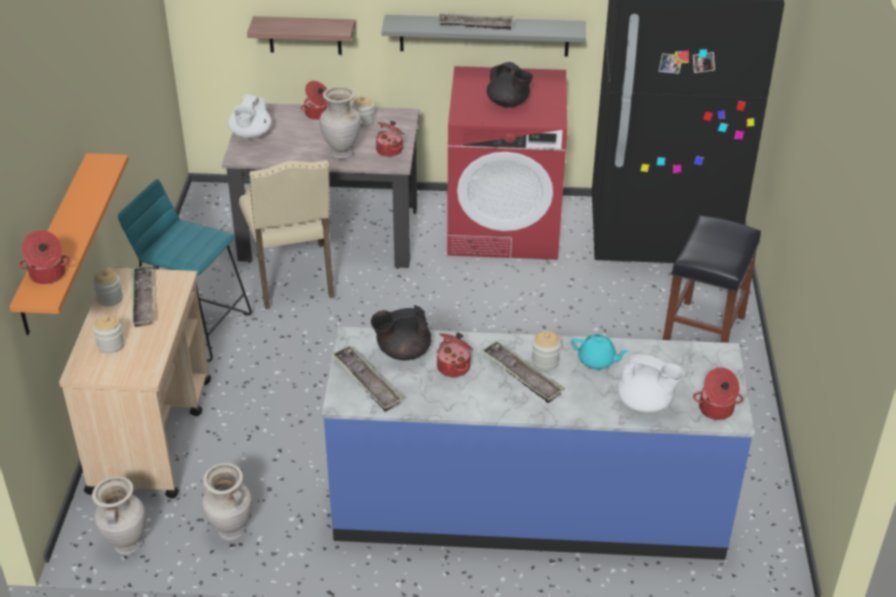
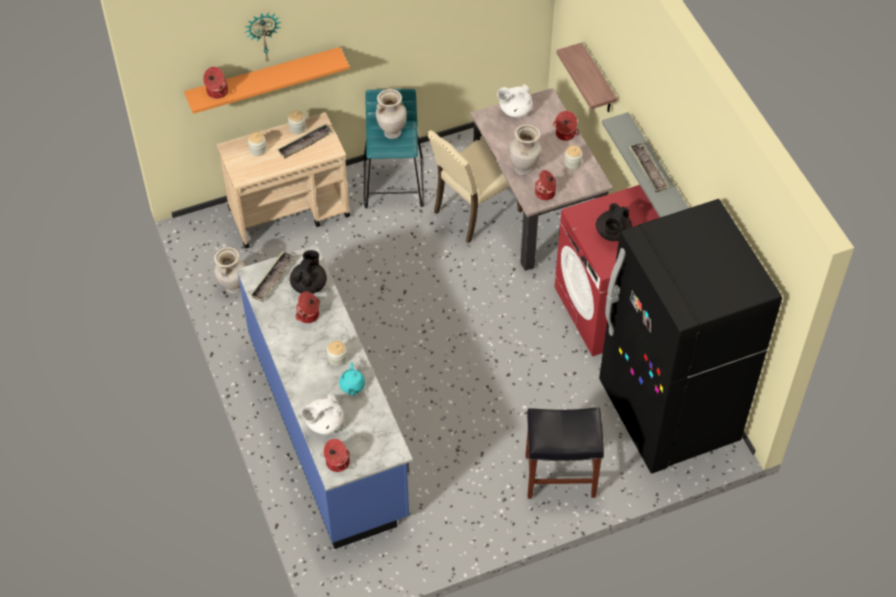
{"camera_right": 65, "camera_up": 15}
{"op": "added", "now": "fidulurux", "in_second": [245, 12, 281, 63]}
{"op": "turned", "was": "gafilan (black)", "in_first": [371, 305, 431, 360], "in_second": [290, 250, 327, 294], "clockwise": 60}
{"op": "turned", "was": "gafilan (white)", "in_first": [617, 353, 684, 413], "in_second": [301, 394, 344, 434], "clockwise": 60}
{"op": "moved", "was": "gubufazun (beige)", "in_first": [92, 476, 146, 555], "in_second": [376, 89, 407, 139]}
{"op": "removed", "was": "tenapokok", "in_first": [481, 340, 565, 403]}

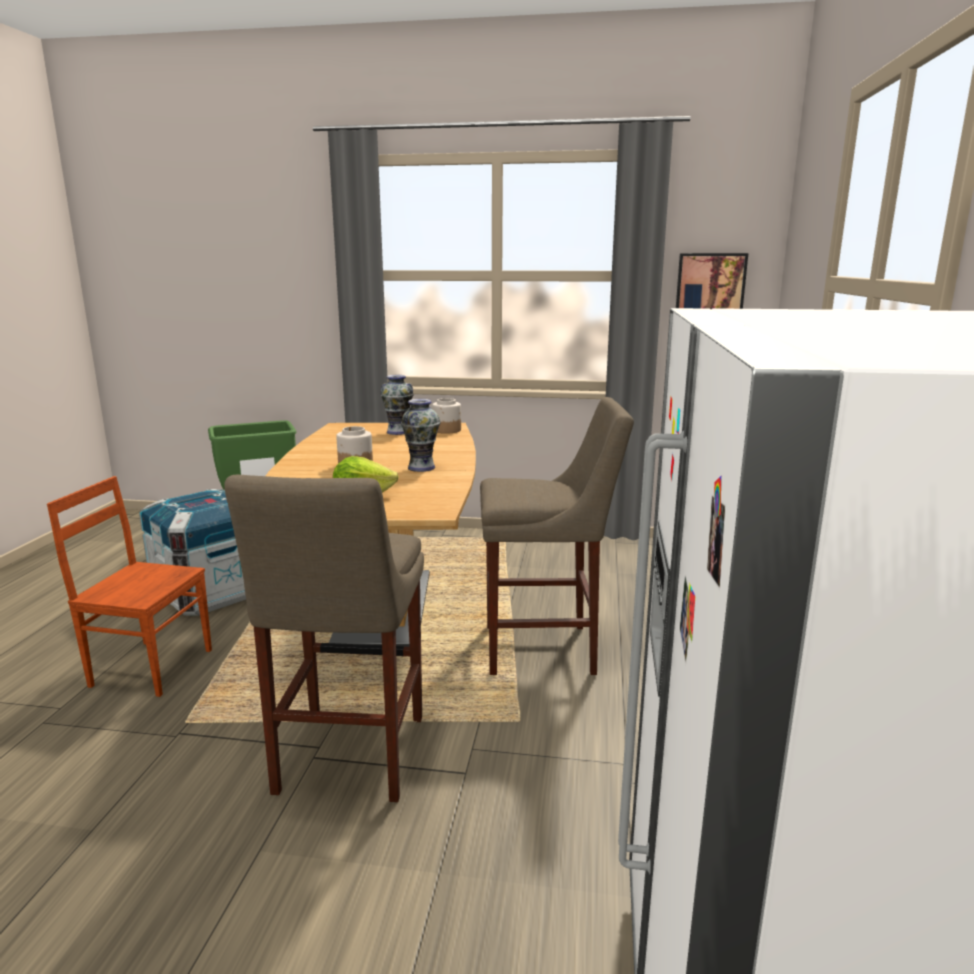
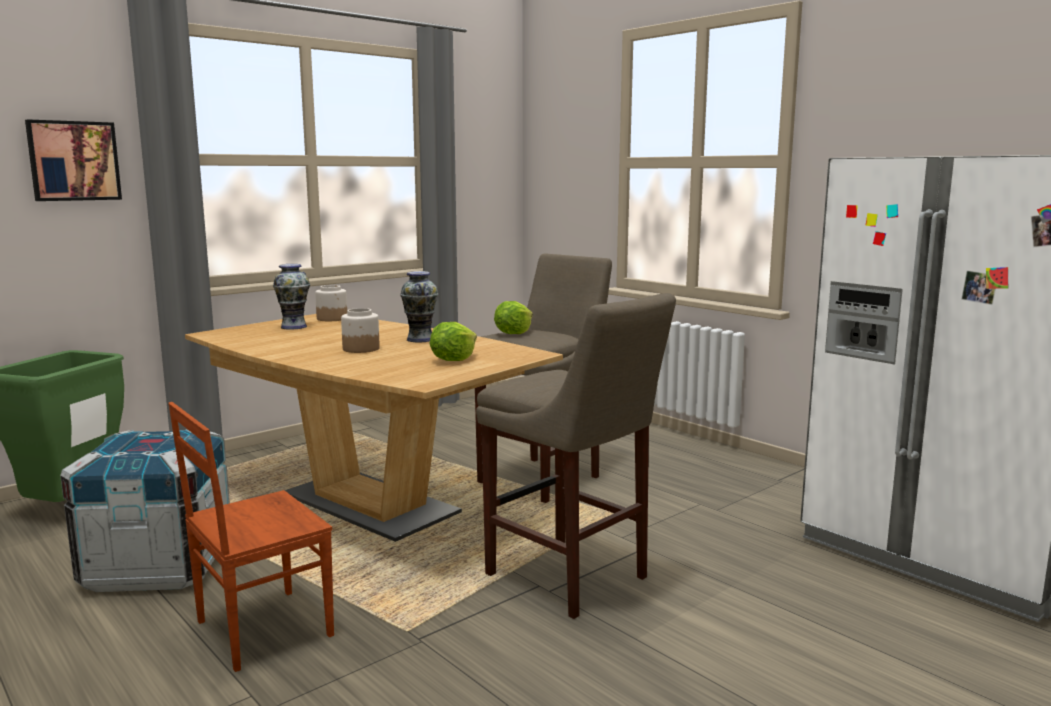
{"camera_right": -50, "camera_up": -5}
{"op": "moved", "was": "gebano", "in_first": [676, 253, 748, 309], "in_second": [25, 119, 122, 201]}
{"op": "added", "now": "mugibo", "in_second": [494, 301, 533, 334]}

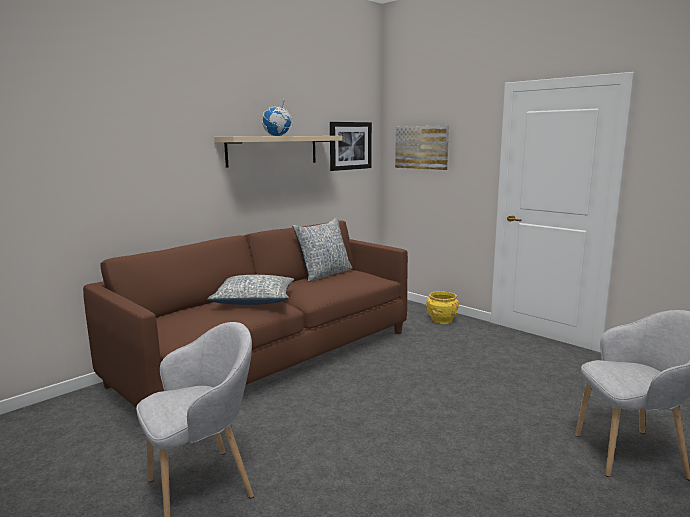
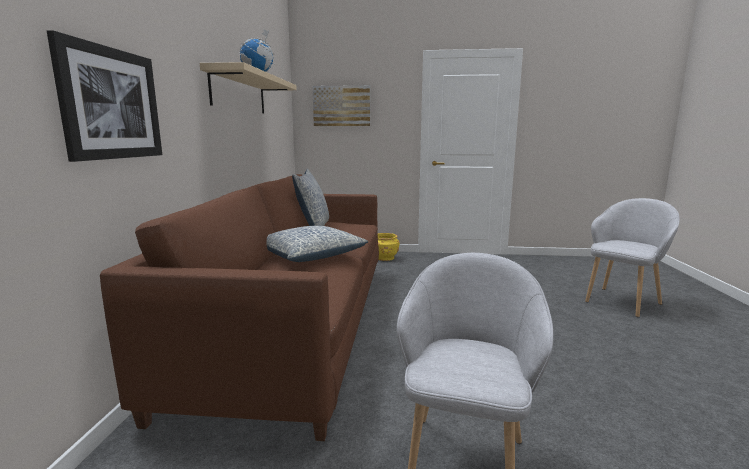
{"camera_right": -40, "camera_up": 0}
{"op": "moved", "was": "gebano", "in_first": [330, 122, 372, 171], "in_second": [47, 30, 162, 162]}

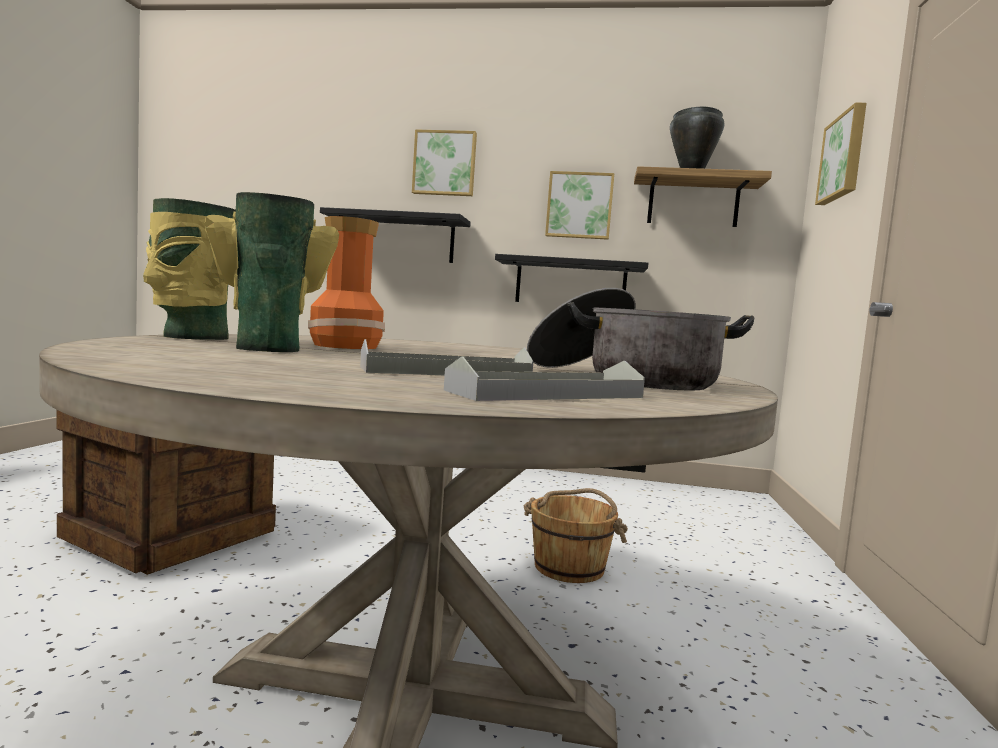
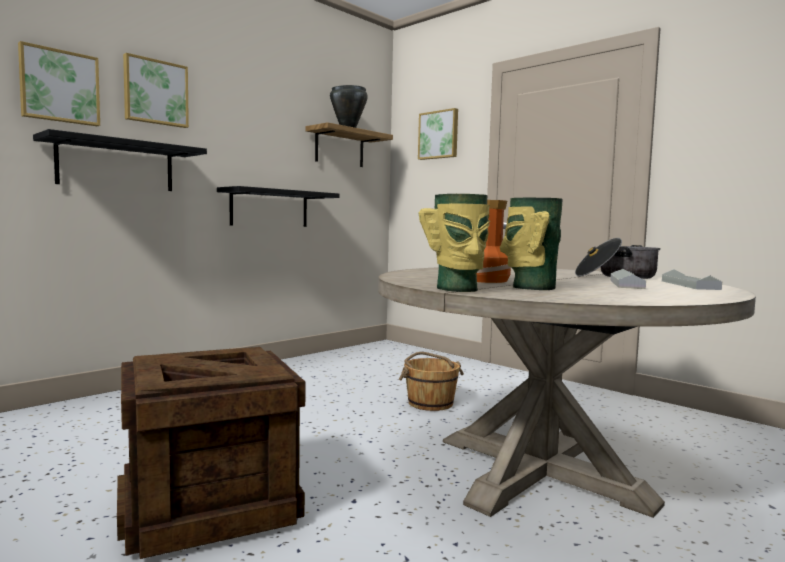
{"camera_right": -55, "camera_up": 0}
{"op": "moved", "was": "gebano", "in_first": [545, 171, 614, 240], "in_second": [18, 41, 100, 126]}

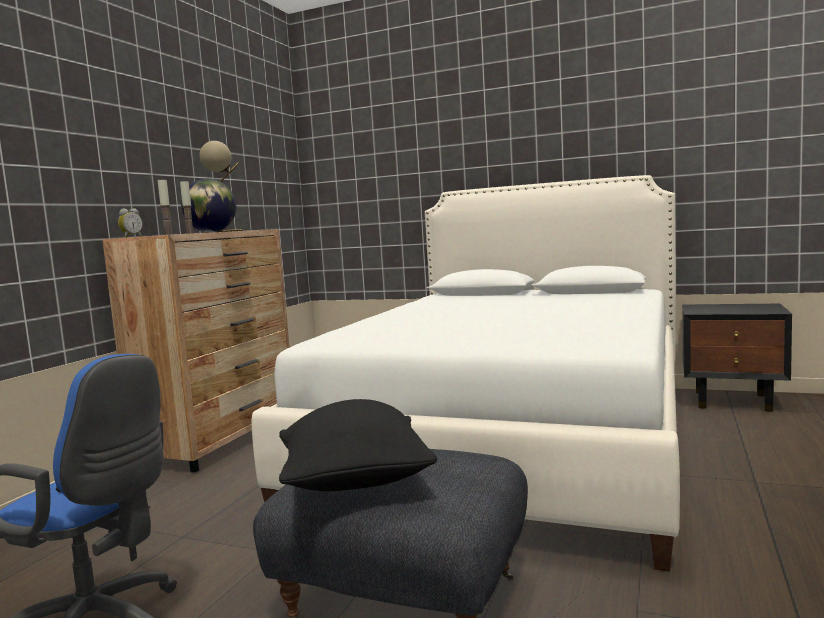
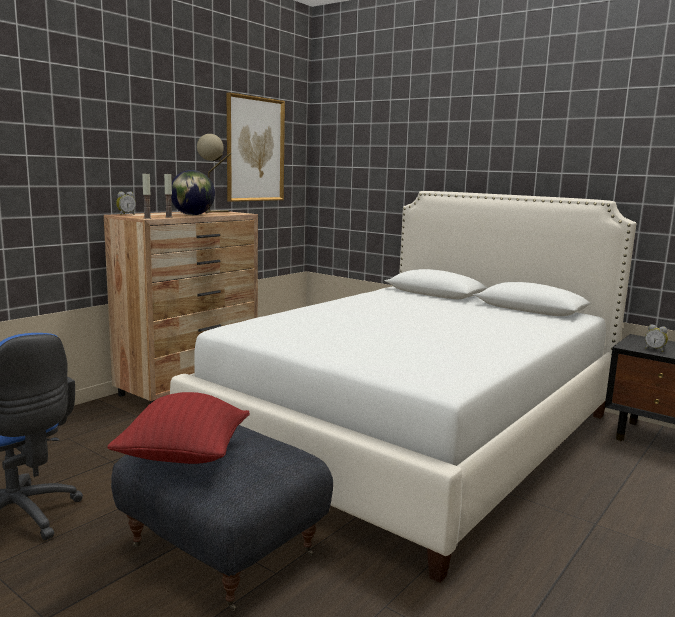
{"camera_right": 15, "camera_up": 5}
{"op": "recoloured", "was": "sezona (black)", "now": "sezona (red)", "in_first": [279, 399, 437, 491], "in_second": [107, 392, 250, 464]}
{"op": "added", "now": "gebano", "in_second": [227, 93, 285, 202]}
{"op": "added", "now": "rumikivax", "in_second": [645, 324, 668, 352]}

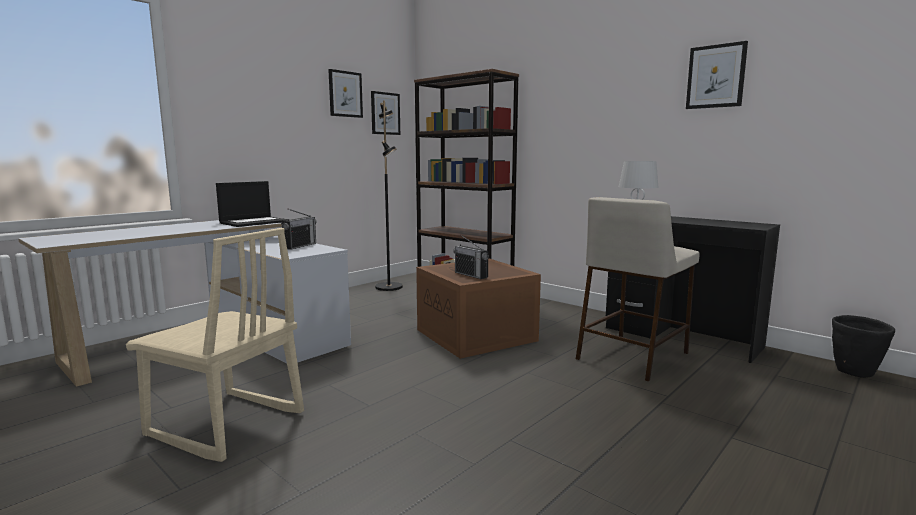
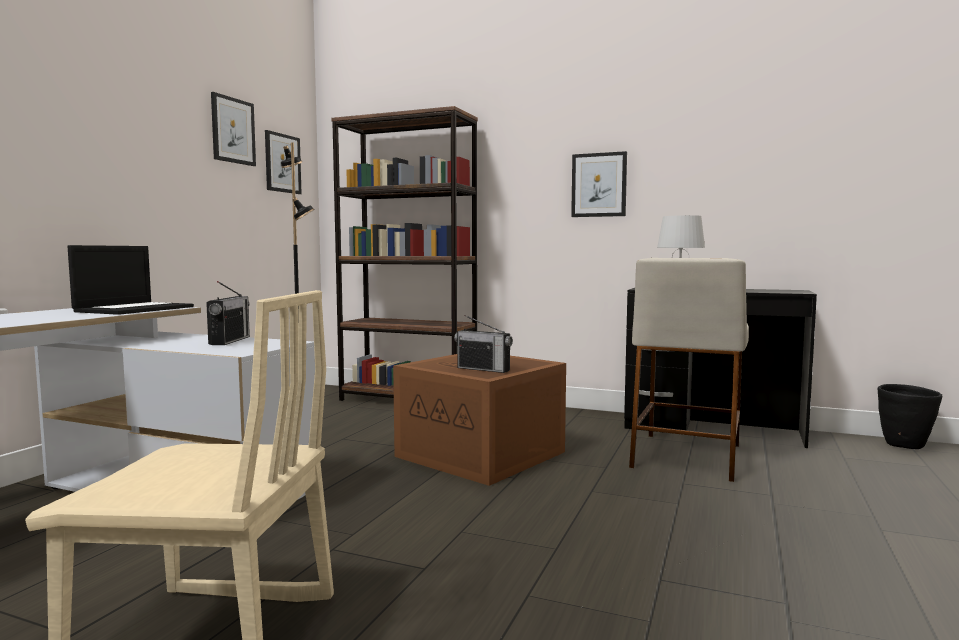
{"camera_right": -20, "camera_up": -5}
{"op": "moved", "was": "gebano", "in_first": [686, 41, 748, 109], "in_second": [571, 151, 627, 217]}

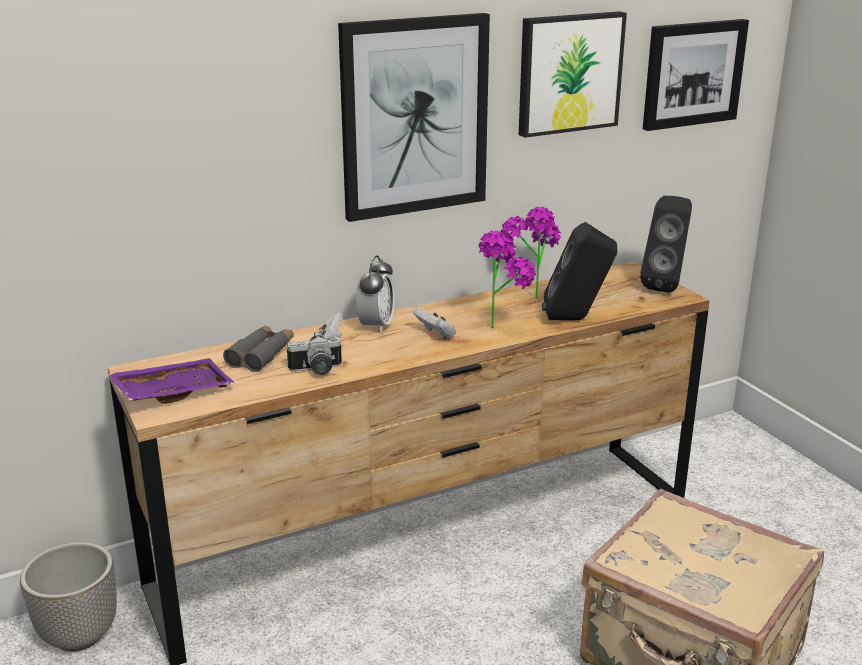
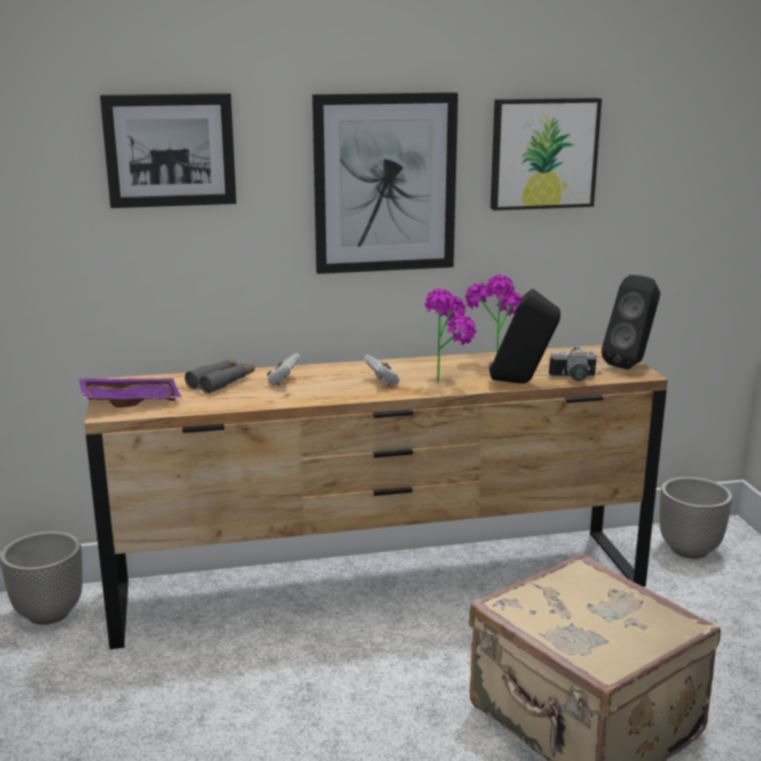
{"camera_right": 15, "camera_up": -5}
{"op": "moved", "was": "gebano", "in_first": [643, 19, 749, 131], "in_second": [100, 93, 236, 208]}
{"op": "moved", "was": "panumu", "in_first": [287, 332, 342, 375], "in_second": [549, 346, 597, 381]}
{"op": "added", "now": "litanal", "in_second": [659, 477, 732, 559]}
{"op": "removed", "was": "rumikivax", "in_first": [356, 256, 395, 333]}

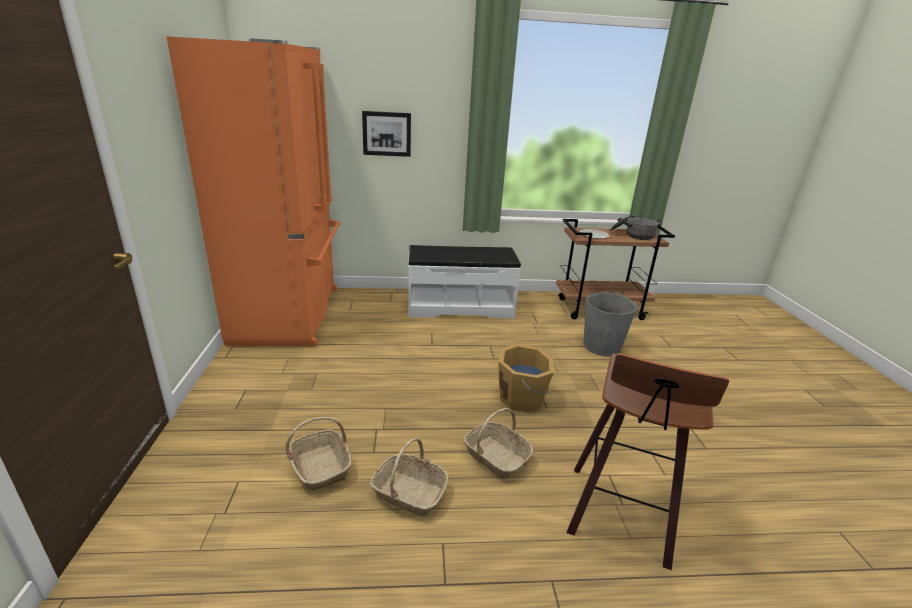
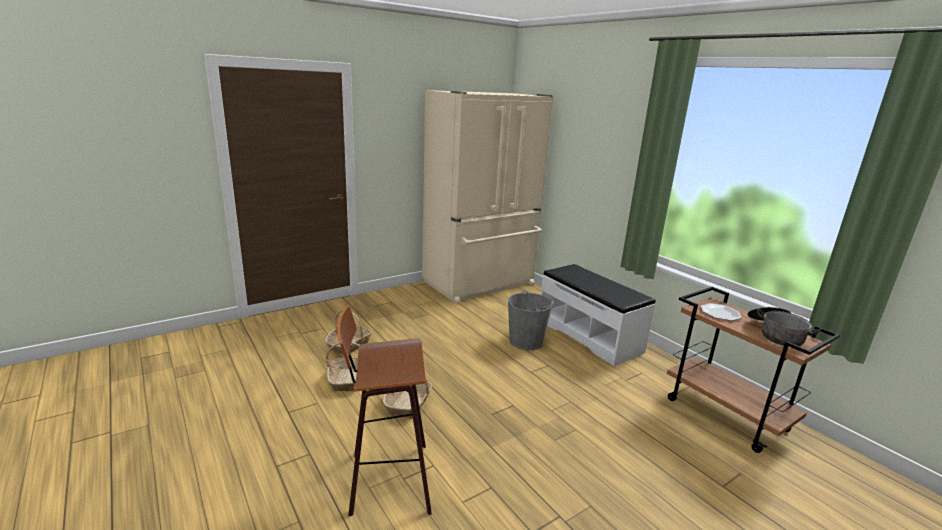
{"camera_right": 60, "camera_up": -5}
{"op": "recoloured", "was": "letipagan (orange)", "now": "letipagan (beige)", "in_first": [166, 36, 340, 346], "in_second": [422, 90, 553, 304]}
{"op": "moved", "was": "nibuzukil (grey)", "in_first": [583, 291, 638, 357], "in_second": [508, 290, 554, 350]}
{"op": "removed", "was": "gebano", "in_first": [362, 111, 411, 157]}
{"op": "removed", "was": "nibuzukil (orange)", "in_first": [499, 344, 554, 412]}

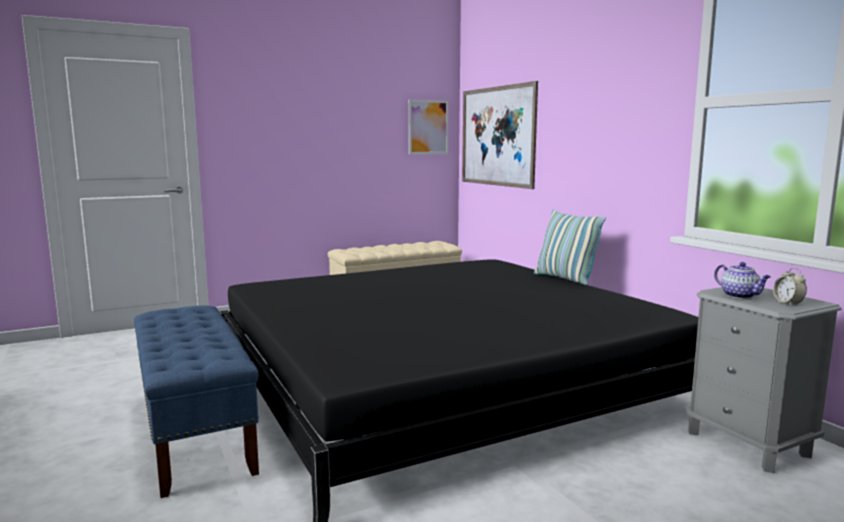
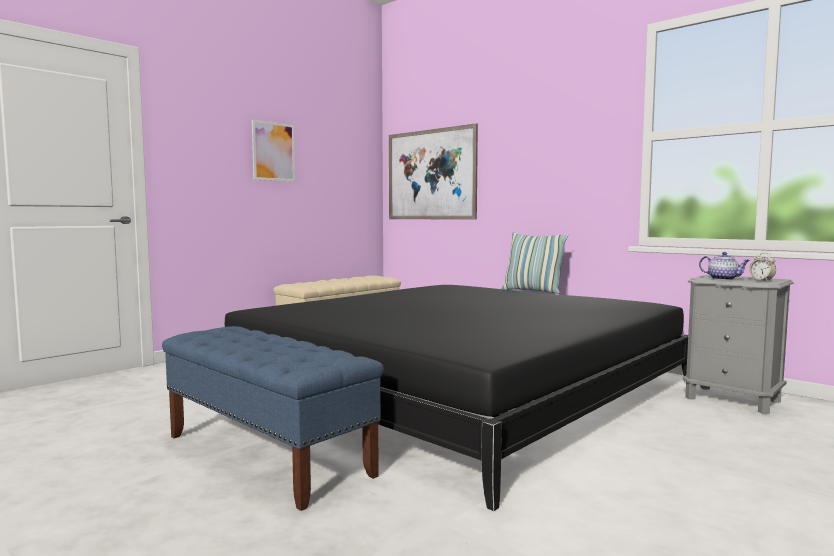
{"camera_right": -20, "camera_up": -5}
{"op": "moved", "was": "gebano", "in_first": [409, 99, 449, 154], "in_second": [252, 119, 295, 182]}

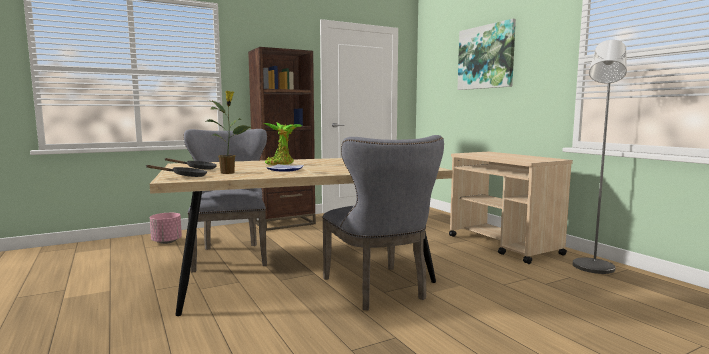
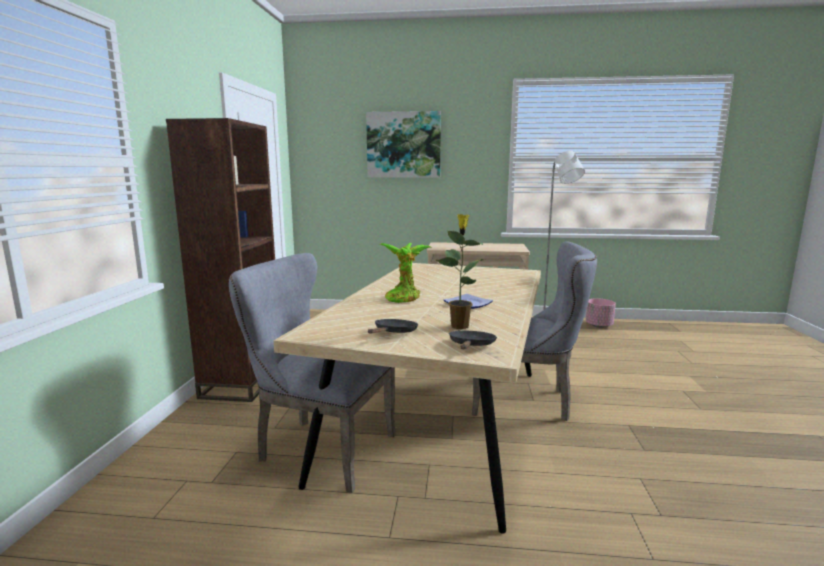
{"camera_right": -55, "camera_up": 5}
{"op": "moved", "was": "litanal (pink)", "in_first": [150, 213, 182, 244], "in_second": [586, 298, 616, 328]}

